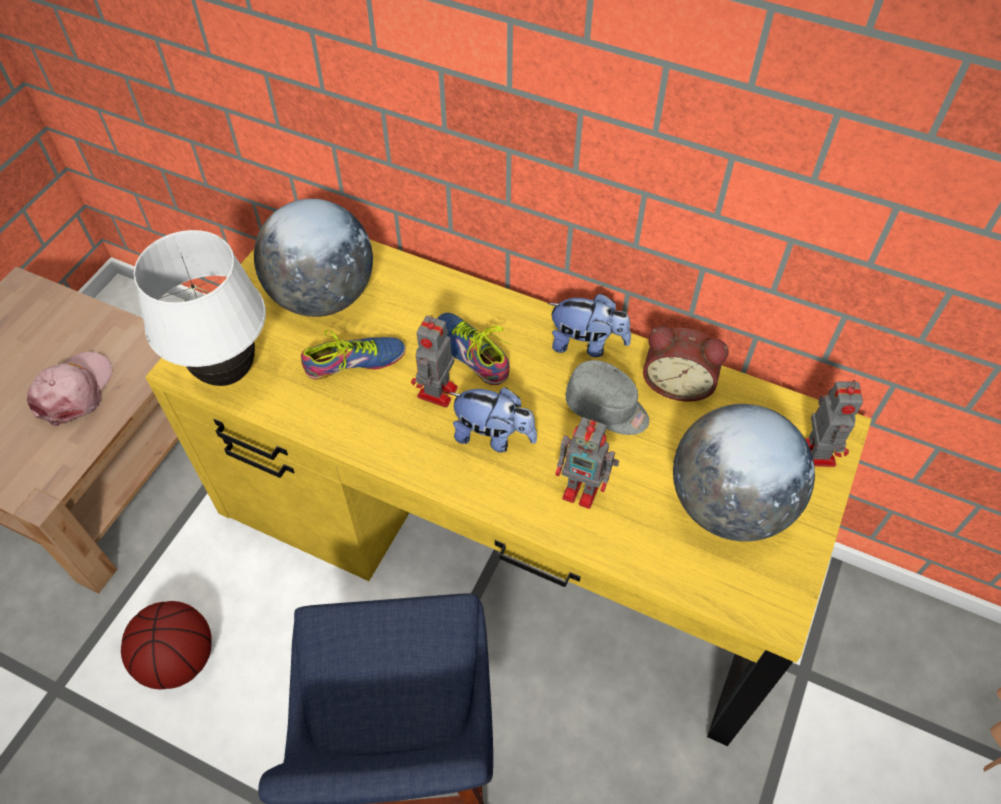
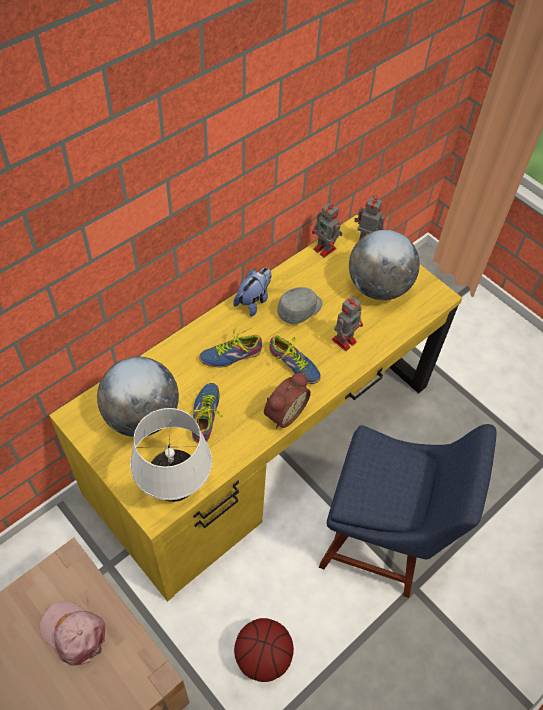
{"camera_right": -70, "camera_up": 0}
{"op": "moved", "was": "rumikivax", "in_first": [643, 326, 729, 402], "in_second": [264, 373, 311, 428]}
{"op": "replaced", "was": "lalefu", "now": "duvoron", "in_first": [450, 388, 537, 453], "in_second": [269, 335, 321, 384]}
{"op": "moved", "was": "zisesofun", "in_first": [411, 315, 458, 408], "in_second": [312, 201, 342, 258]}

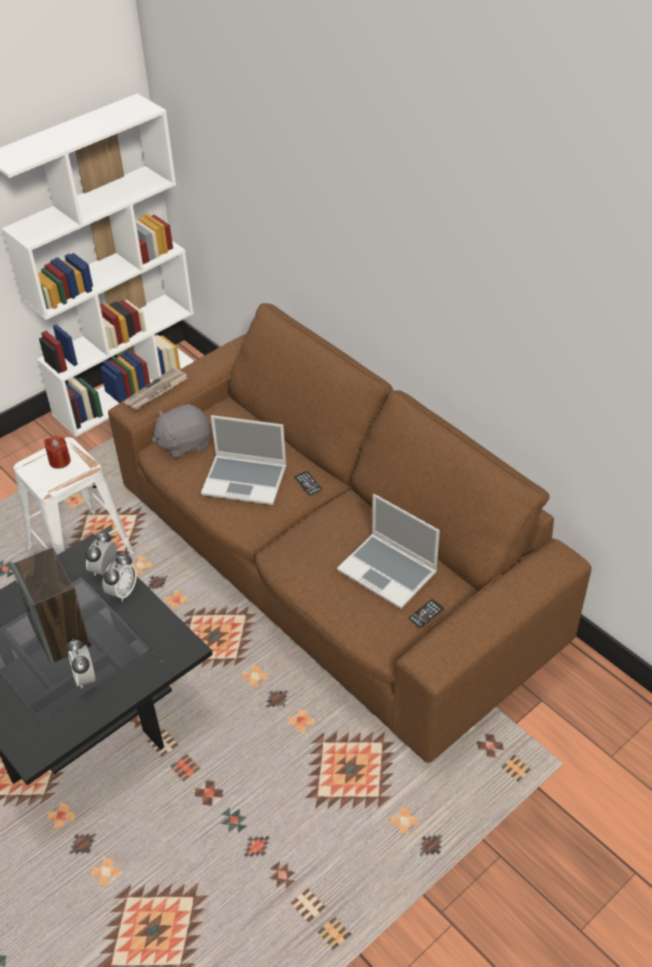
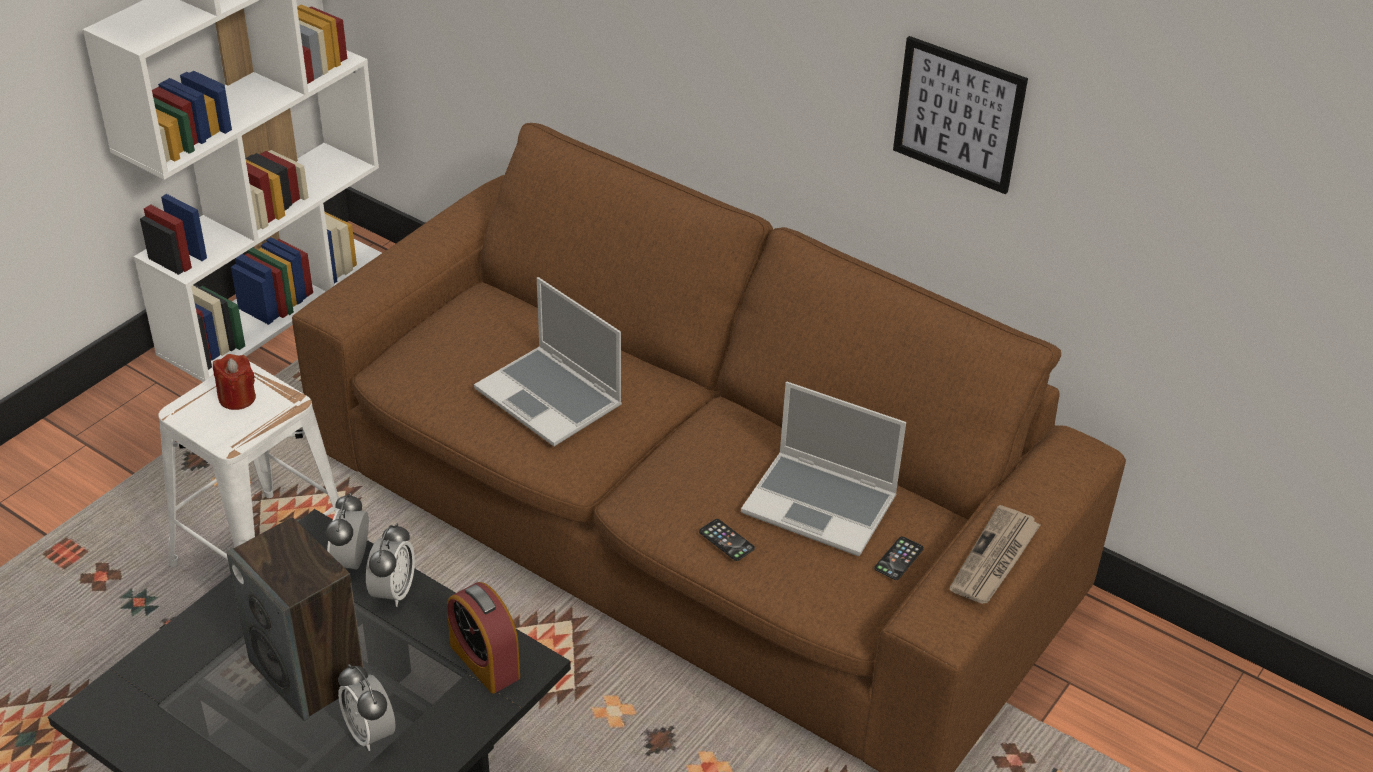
{"camera_right": -15, "camera_up": -5}
{"op": "added", "now": "rumikivax", "in_second": [447, 582, 520, 694]}
{"op": "turned", "was": "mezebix", "in_first": [201, 415, 287, 505], "in_second": [474, 277, 622, 446], "clockwise": 45}
{"op": "moved", "was": "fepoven", "in_first": [295, 471, 322, 495], "in_second": [699, 519, 755, 561]}
{"op": "added", "now": "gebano", "in_second": [893, 36, 1028, 195]}
{"op": "moved", "was": "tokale", "in_first": [124, 367, 187, 410], "in_second": [949, 505, 1041, 604]}
{"op": "removed", "was": "lalefu (grey)", "in_first": [152, 404, 211, 459]}

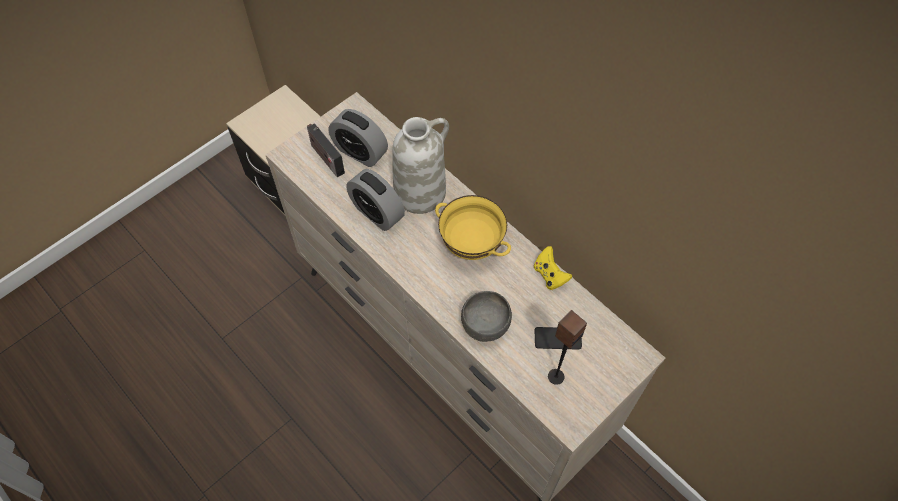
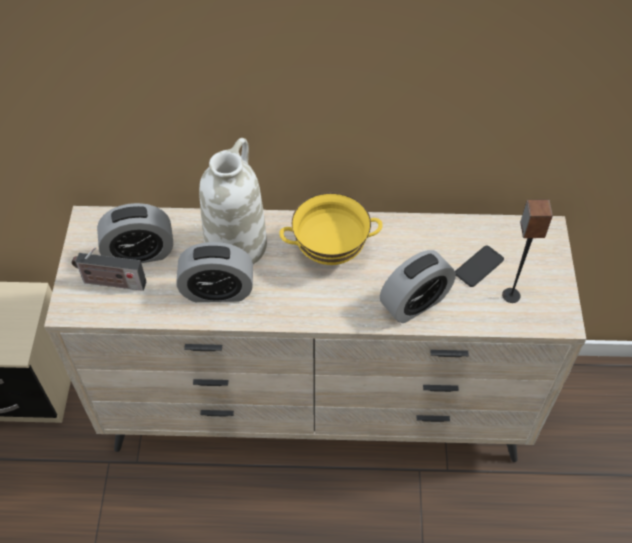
{"camera_right": -45, "camera_up": -5}
{"op": "replaced", "was": "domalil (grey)", "now": "rumikivax", "in_first": [461, 291, 512, 342], "in_second": [380, 250, 456, 323]}
{"op": "removed", "was": "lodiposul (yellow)", "in_first": [534, 246, 572, 290]}

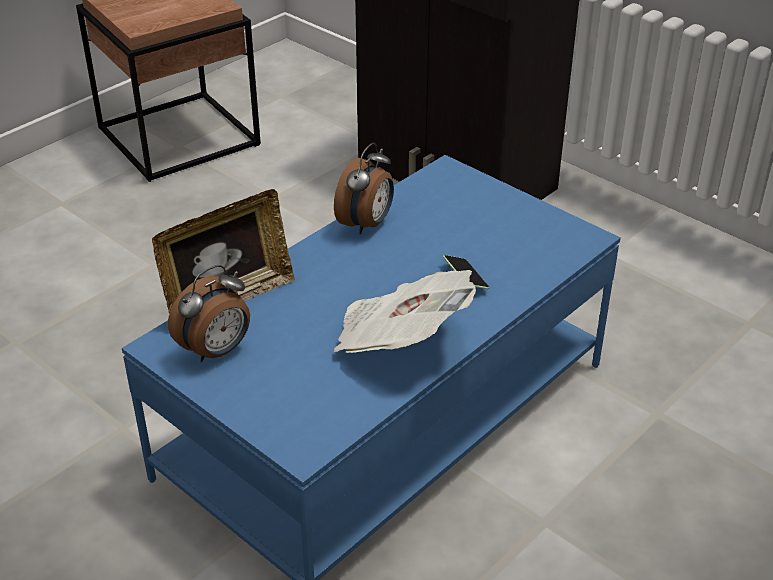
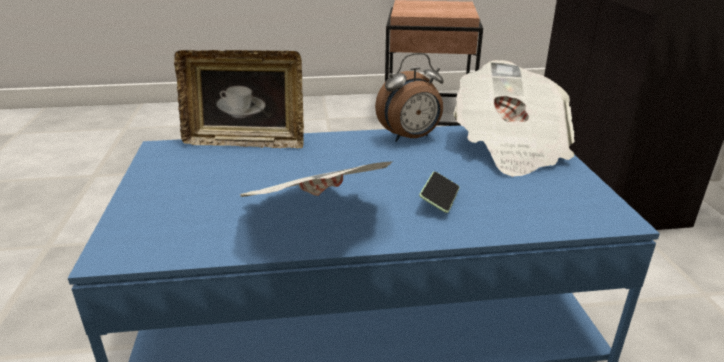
{"camera_right": 40, "camera_up": -10}
{"op": "added", "now": "tokale", "in_second": [453, 60, 575, 177]}
{"op": "removed", "was": "rumikivax", "in_first": [168, 265, 250, 362]}

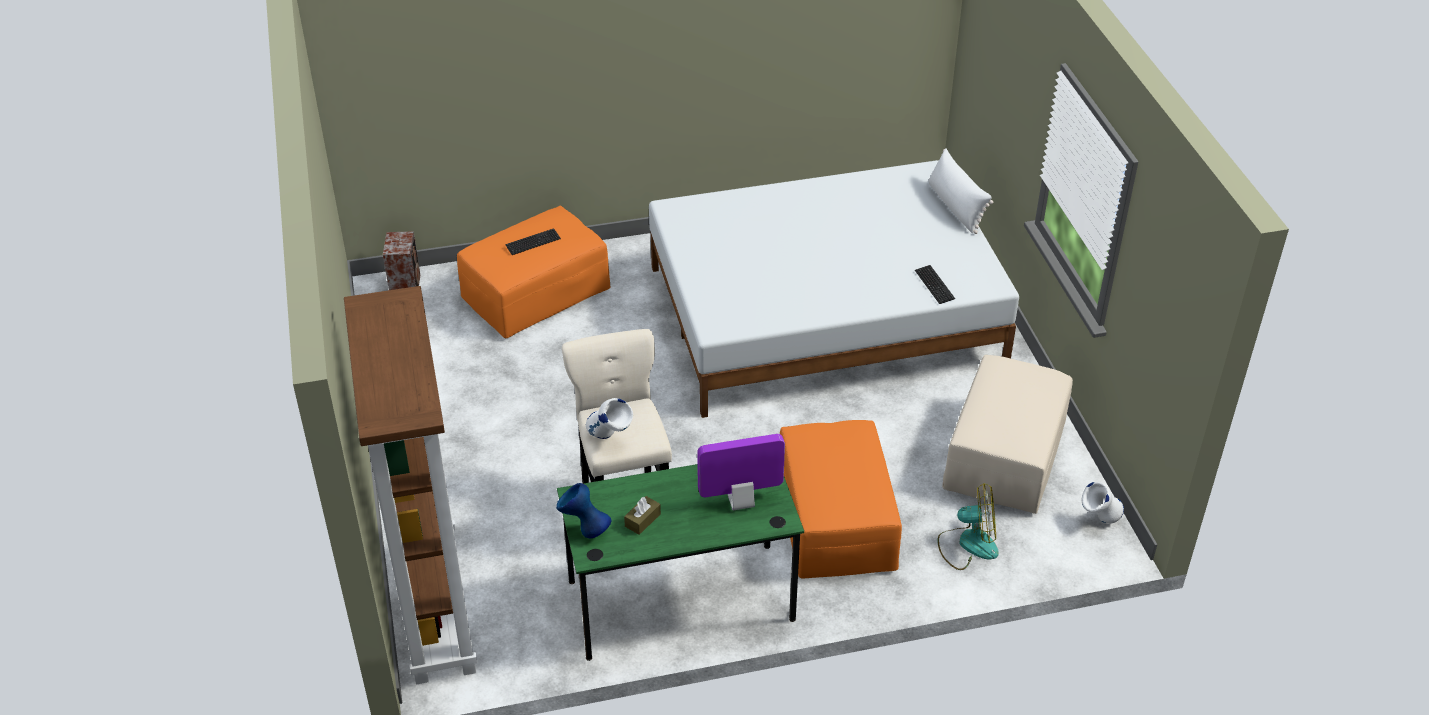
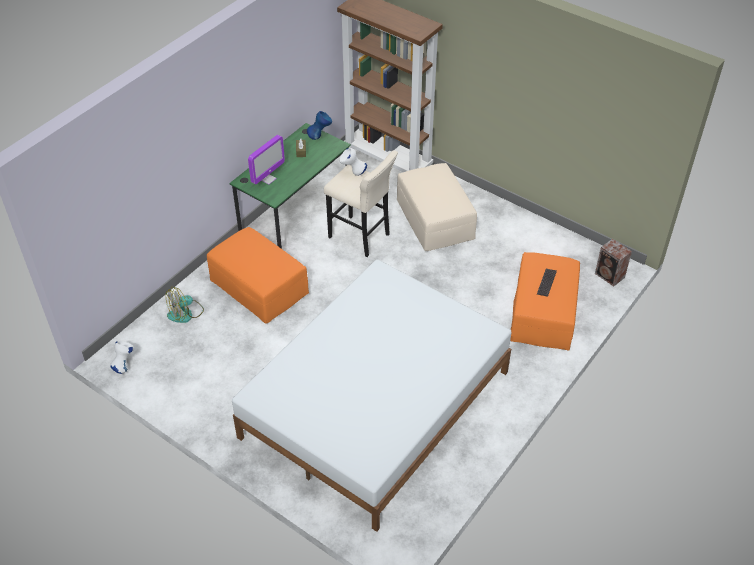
{"camera_right": 140, "camera_up": 5}
{"op": "moved", "was": "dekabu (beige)", "in_first": [942, 355, 1073, 514], "in_second": [397, 163, 477, 251]}
{"op": "removed", "was": "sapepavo", "in_first": [915, 265, 955, 304]}
{"op": "removed", "was": "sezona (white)", "in_first": [928, 149, 993, 234]}

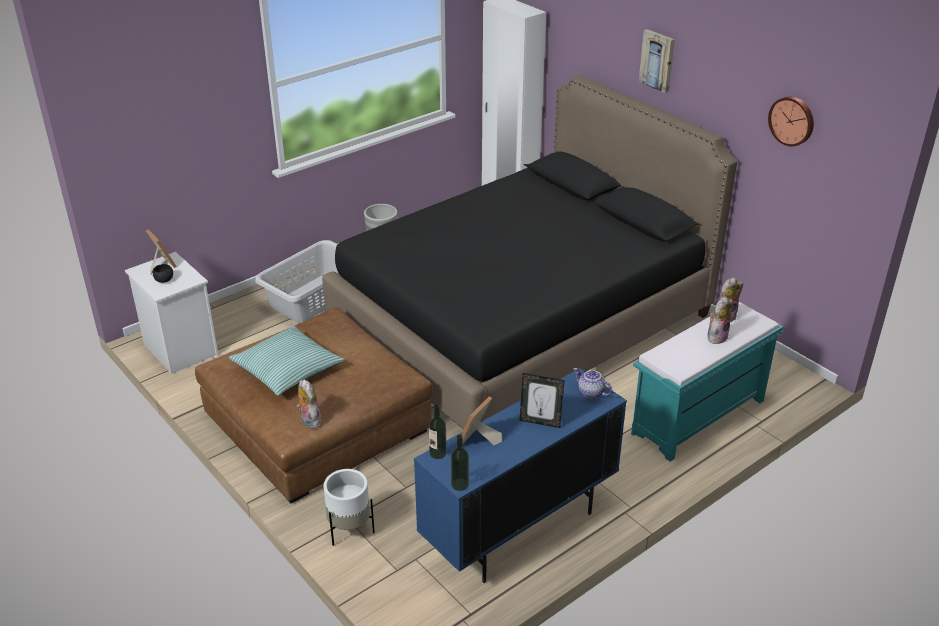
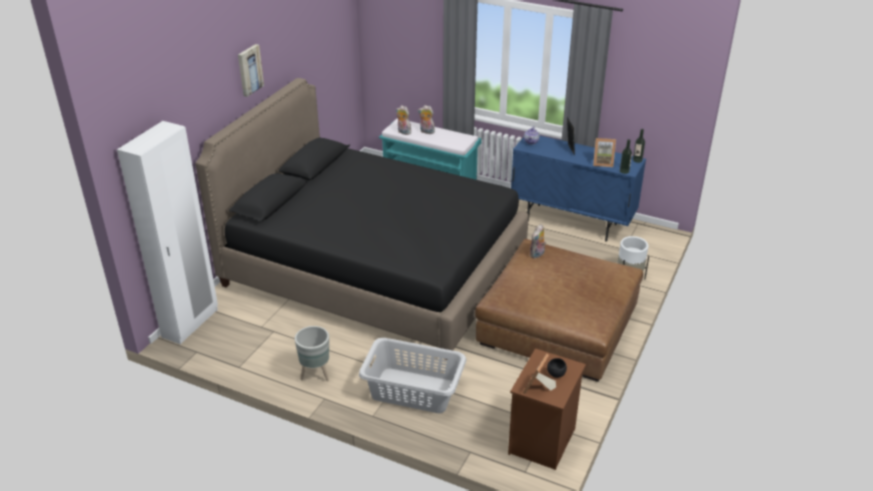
{"camera_right": -115, "camera_up": 0}
{"op": "recoloured", "was": "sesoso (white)", "now": "sesoso (brown)", "in_first": [125, 252, 218, 374], "in_second": [508, 349, 586, 470]}
{"op": "moved", "was": "lalefu", "in_first": [297, 380, 321, 428], "in_second": [529, 224, 546, 259]}
{"op": "removed", "was": "sezona", "in_first": [229, 326, 344, 396]}
{"op": "removed", "was": "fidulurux", "in_first": [768, 96, 814, 146]}

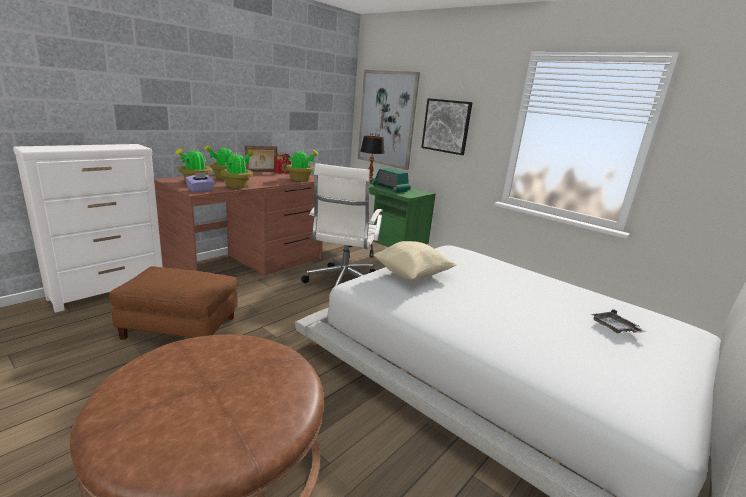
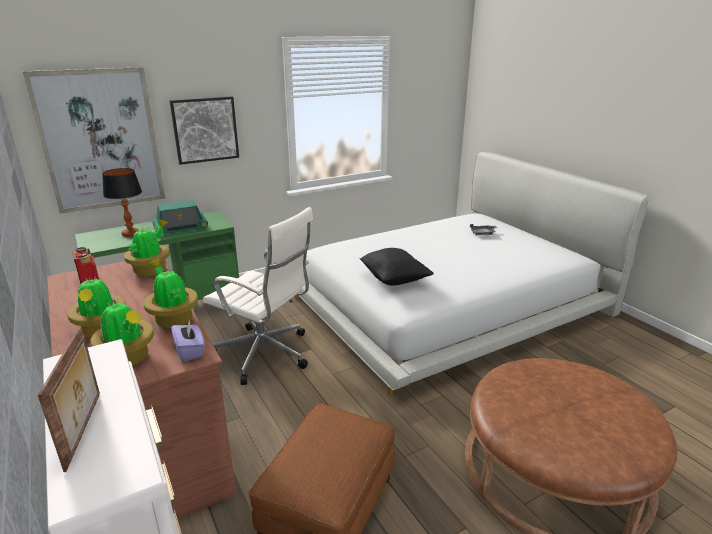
{"camera_right": -70, "camera_up": 5}
{"op": "moved", "was": "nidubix", "in_first": [245, 146, 277, 172], "in_second": [38, 326, 100, 472]}
{"op": "recoloured", "was": "sezona (beige)", "now": "sezona (black)", "in_first": [374, 241, 456, 280], "in_second": [360, 248, 434, 286]}

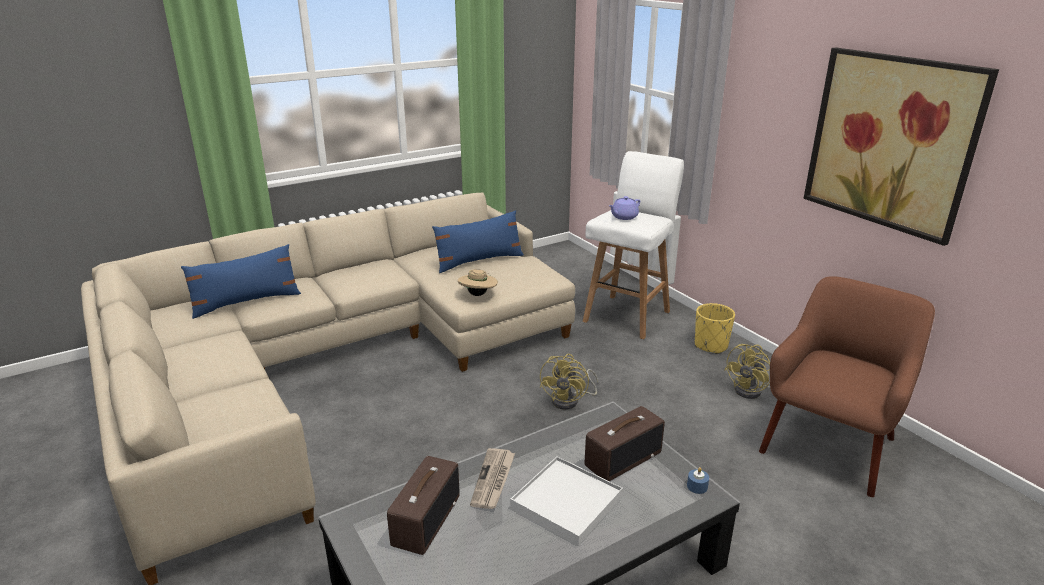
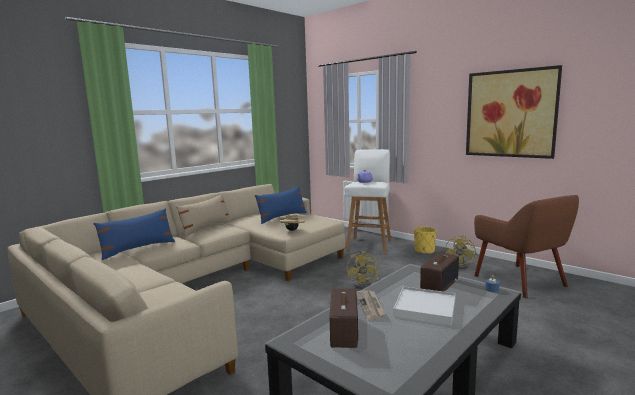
{"camera_right": -15, "camera_up": -15}
{"op": "added", "now": "sezona (beige)", "in_second": [176, 194, 232, 237]}
{"op": "turned", "was": "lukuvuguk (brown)", "in_first": [759, 276, 935, 497], "in_second": [474, 195, 579, 298], "clockwise": 135}

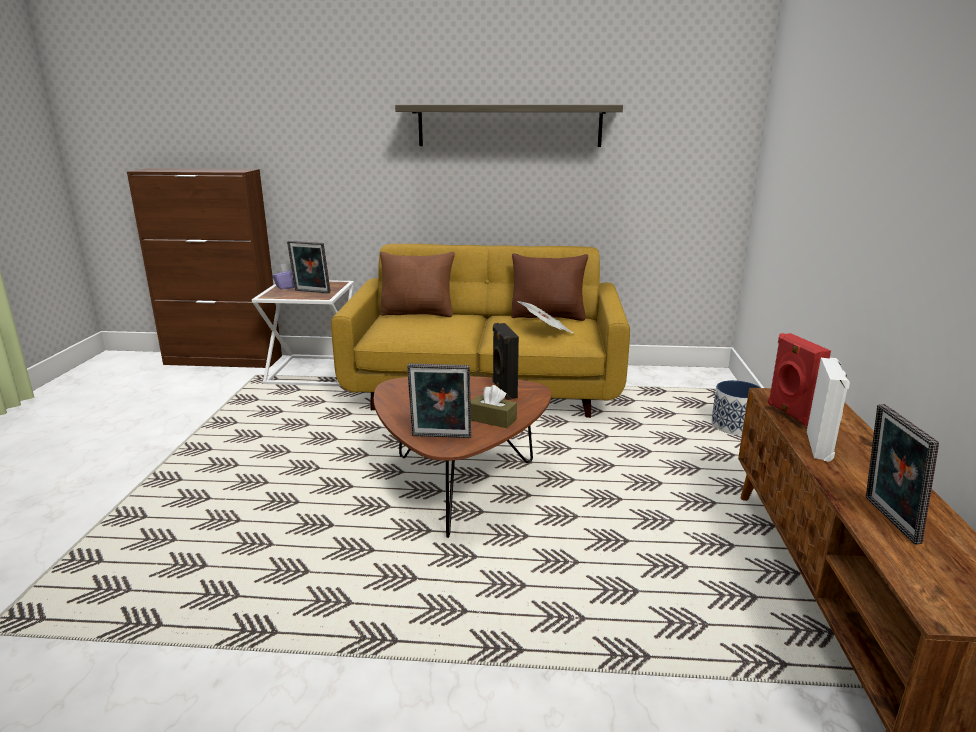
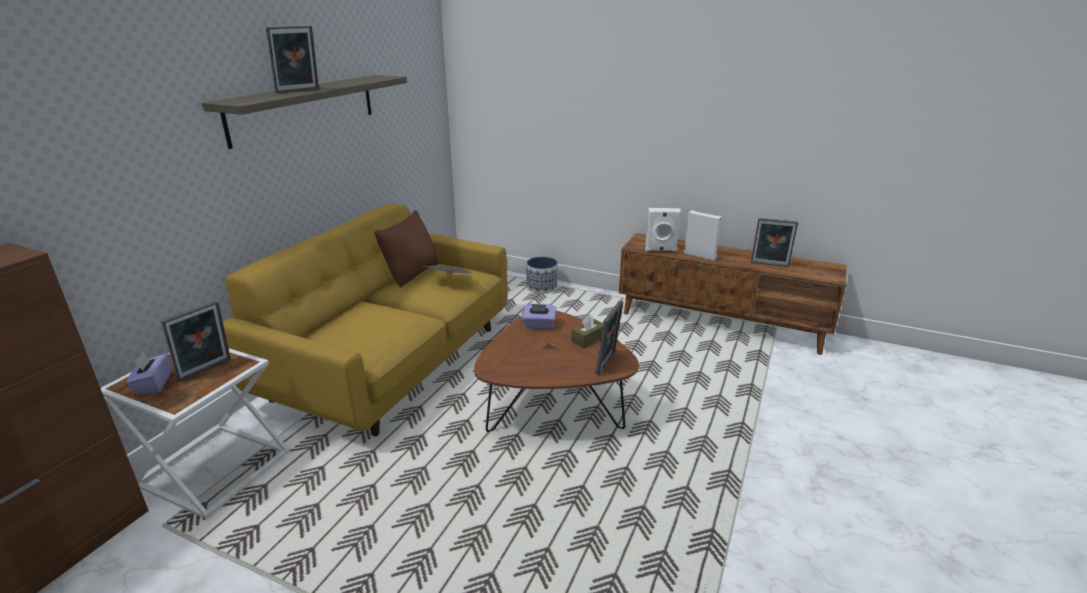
{"camera_right": -70, "camera_up": 5}
{"op": "added", "now": "nidubix", "in_second": [266, 26, 319, 93]}
{"op": "replaced", "was": "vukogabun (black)", "now": "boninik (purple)", "in_first": [492, 323, 519, 400], "in_second": [522, 304, 557, 329]}
{"op": "recoloured", "was": "vukogabun (red)", "now": "vukogabun (white)", "in_first": [768, 333, 831, 426], "in_second": [645, 208, 681, 251]}
{"op": "removed", "was": "sezona (brown)", "in_first": [380, 252, 455, 317]}

